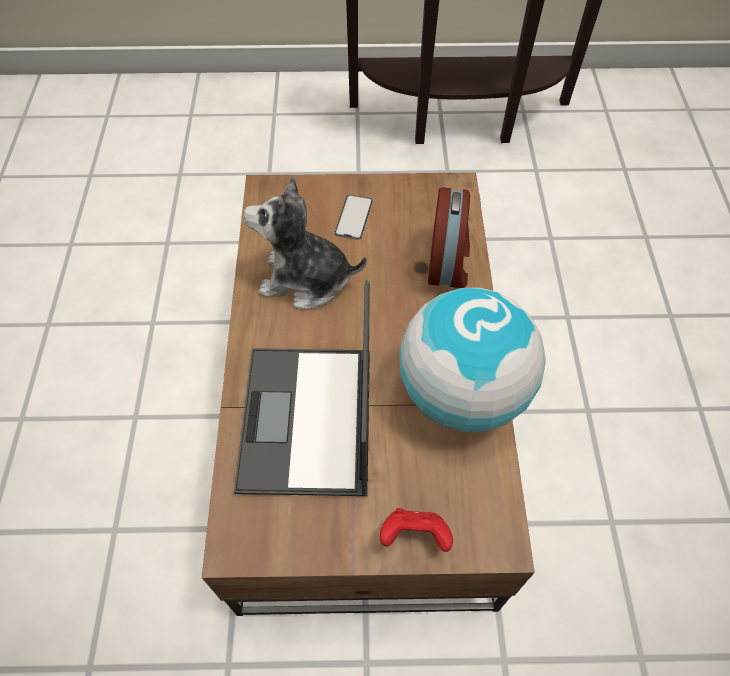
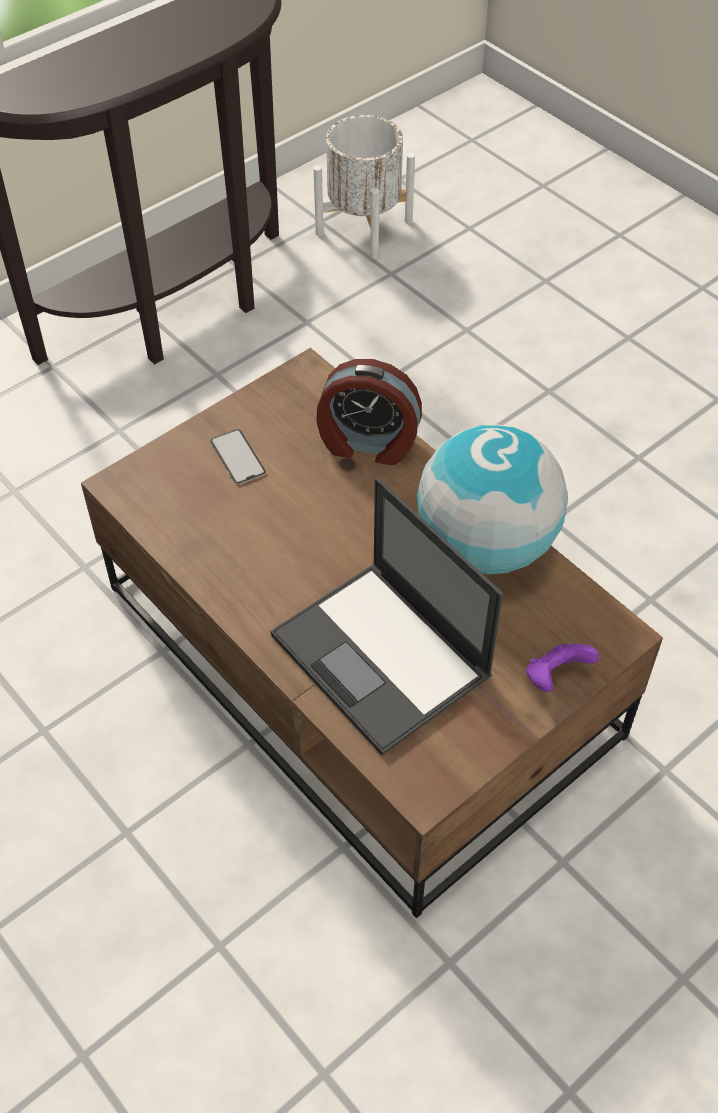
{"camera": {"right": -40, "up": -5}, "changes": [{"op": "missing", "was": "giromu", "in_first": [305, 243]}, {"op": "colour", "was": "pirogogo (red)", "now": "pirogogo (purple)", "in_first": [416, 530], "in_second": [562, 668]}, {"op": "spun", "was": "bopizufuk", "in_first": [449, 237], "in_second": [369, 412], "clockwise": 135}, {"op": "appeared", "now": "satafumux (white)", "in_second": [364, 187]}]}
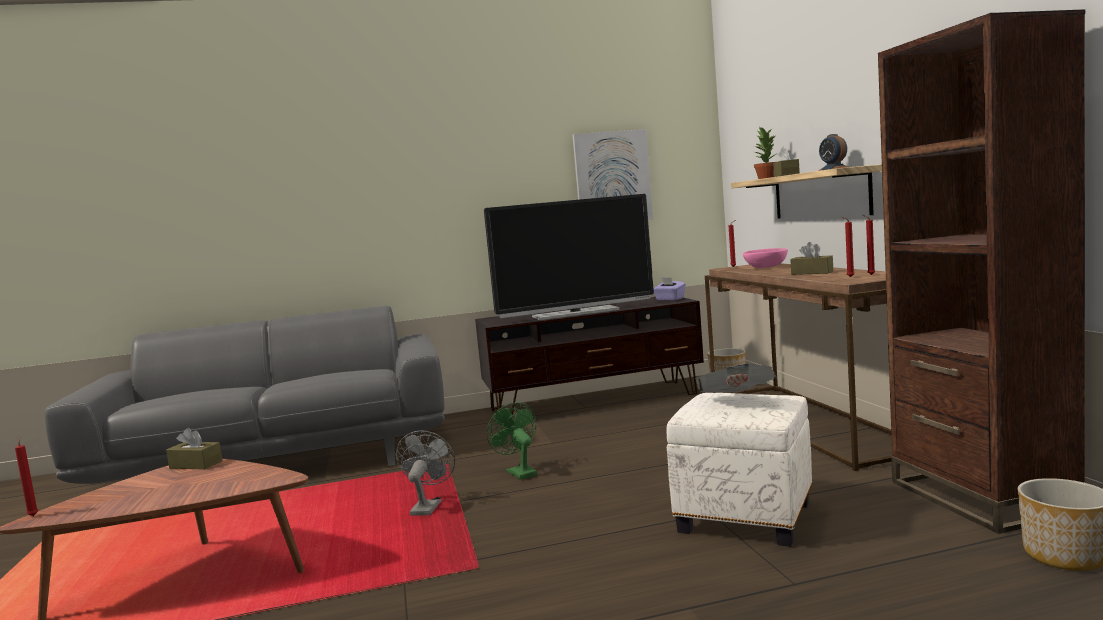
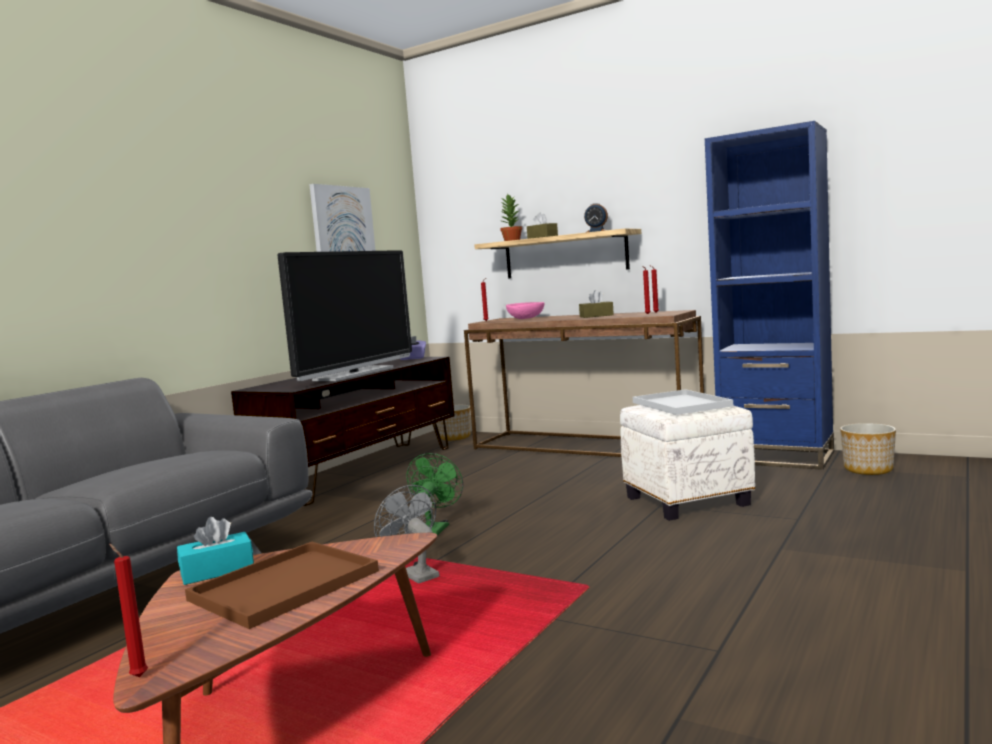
{"camera": {"right": -45, "up": 0}, "changes": [{"op": "colour", "was": "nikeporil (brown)", "now": "nikeporil (turquoise)", "in_first": [194, 448], "in_second": [215, 551]}, {"op": "spun", "was": "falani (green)", "in_first": [512, 441], "in_second": [434, 494], "clockwise": 90}, {"op": "exchanged", "was": "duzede", "now": "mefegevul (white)", "in_first": [735, 378], "in_second": [683, 402]}, {"op": "colour", "was": "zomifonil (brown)", "now": "zomifonil (blue)", "in_first": [981, 271], "in_second": [769, 295]}, {"op": "appeared", "now": "mefegevul (brown)", "in_second": [282, 585]}]}
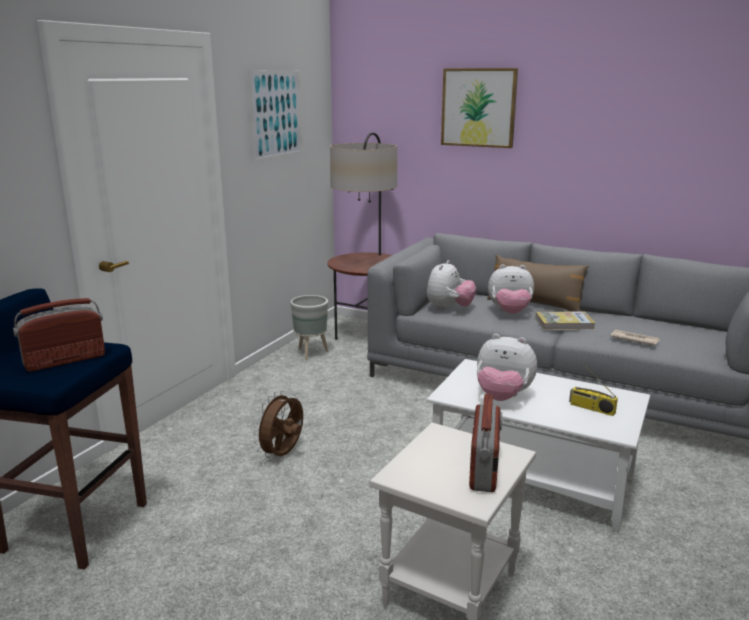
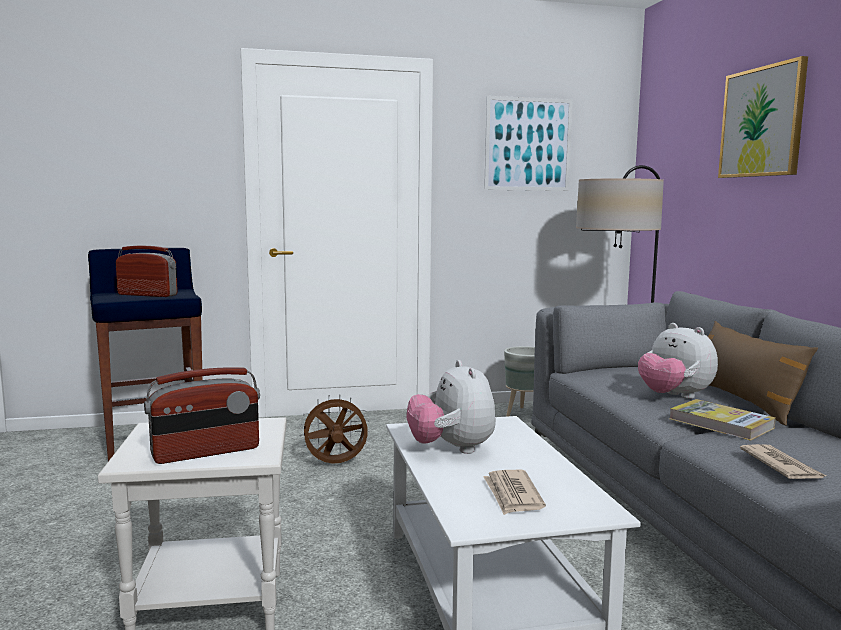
{"camera": {"right": 50, "up": -10}, "changes": [{"op": "missing", "was": "giromu", "in_first": [451, 285]}, {"op": "exchanged", "was": "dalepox", "now": "duzede", "in_first": [593, 390], "in_second": [514, 492]}]}
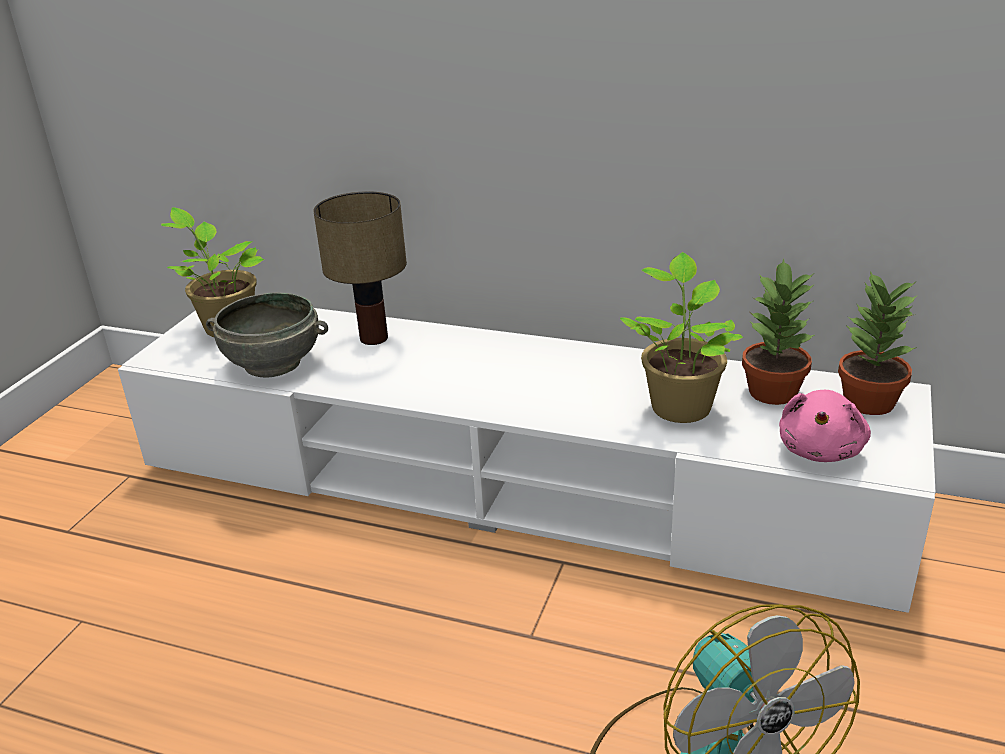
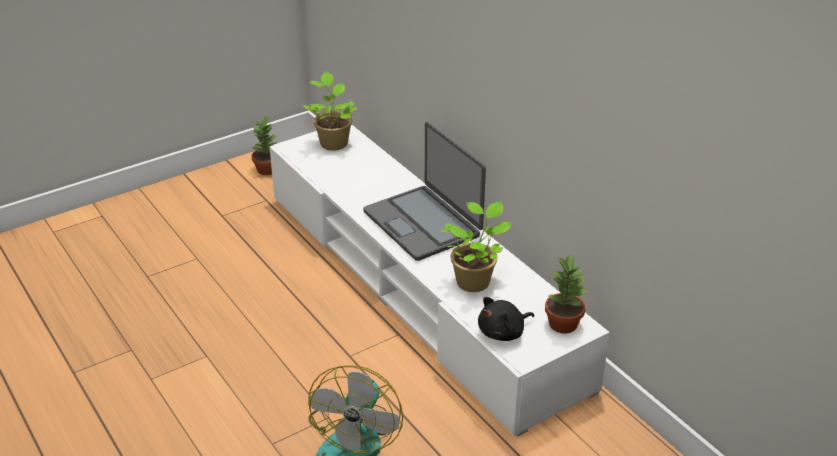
{"camera": {"right": 35, "up": 5}, "changes": [{"op": "missing", "was": "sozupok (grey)", "in_first": [267, 335]}, {"op": "missing", "was": "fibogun", "in_first": [360, 268]}, {"op": "relocated", "was": "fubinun", "in_first": [778, 331], "in_second": [264, 144]}, {"op": "colour", "was": "giromu (pink)", "now": "giromu (black)", "in_first": [825, 426], "in_second": [506, 319]}, {"op": "appeared", "now": "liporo", "in_second": [424, 191]}]}
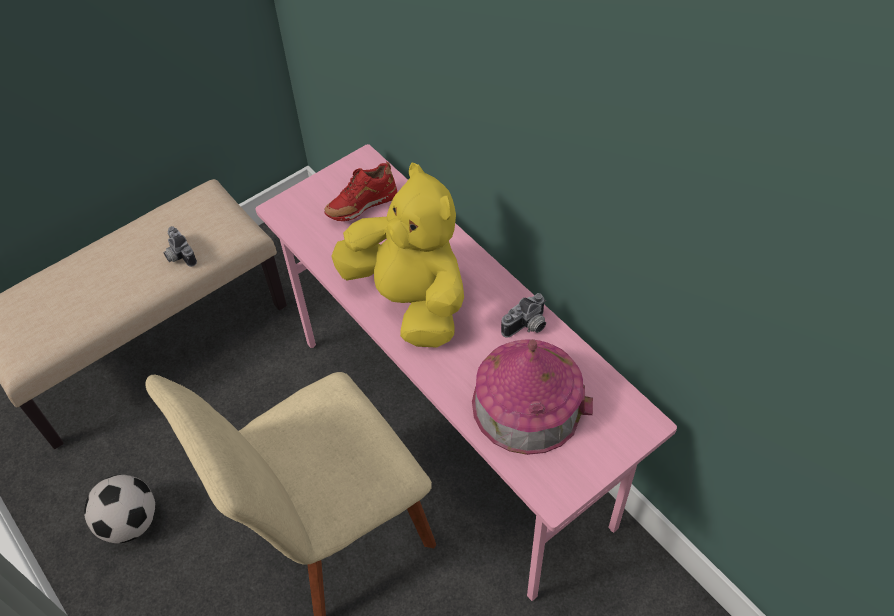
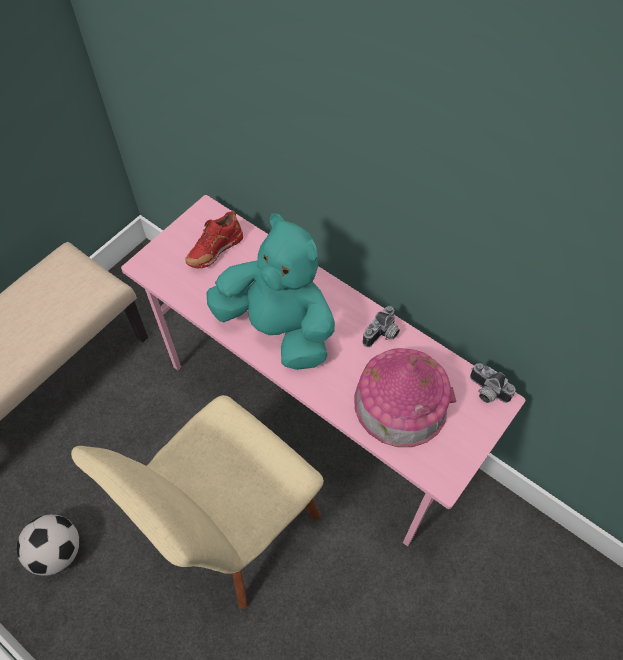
{"camera": {"right": -15, "up": 5}, "changes": [{"op": "relocated", "was": "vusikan", "in_first": [180, 246], "in_second": [493, 383]}, {"op": "colour", "was": "giromu (yellow)", "now": "giromu (turquoise)", "in_first": [397, 255], "in_second": [270, 291]}]}
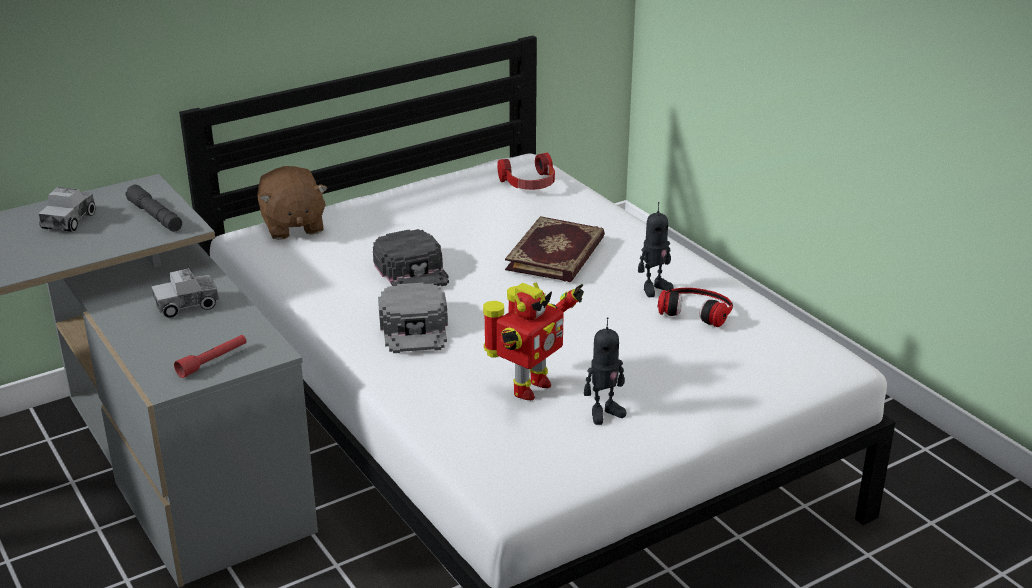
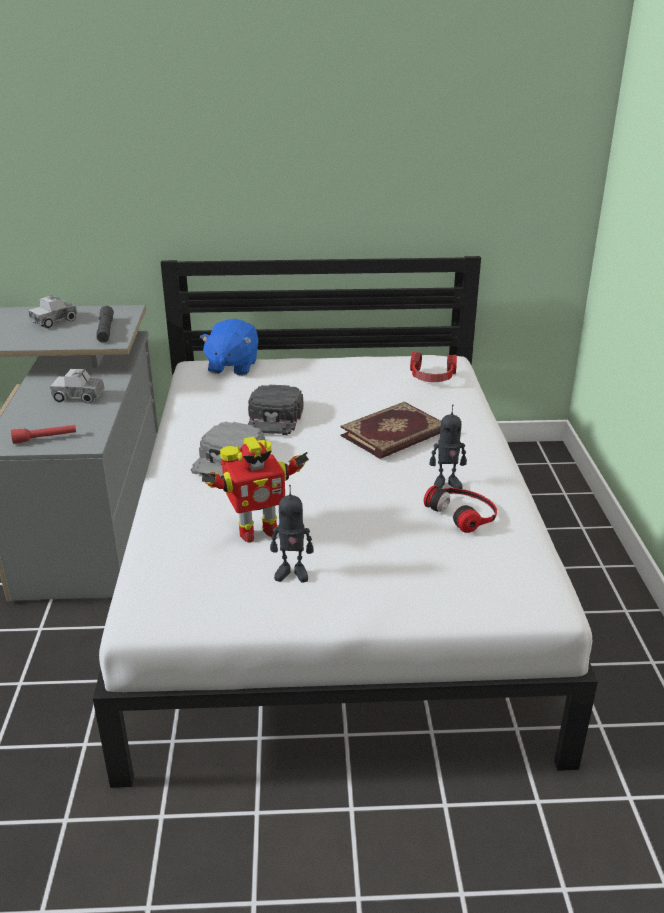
{"camera": {"right": 30, "up": 0}, "changes": [{"op": "colour", "was": "giromu (brown)", "now": "giromu (blue)", "in_first": [292, 203], "in_second": [229, 347]}]}
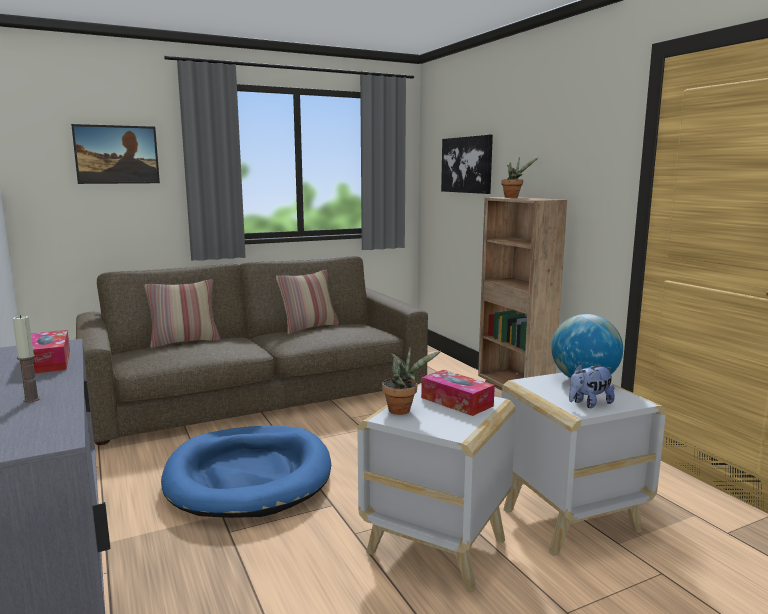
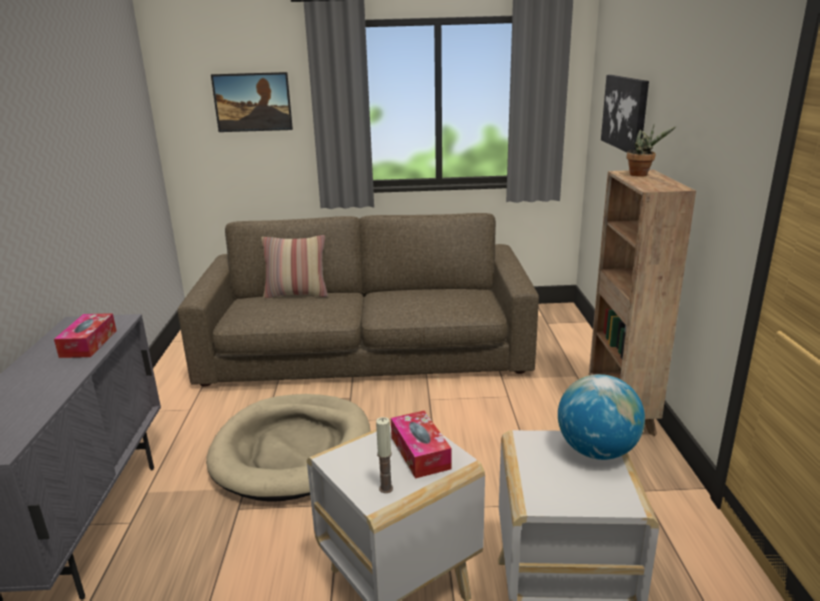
{"camera": {"right": 25, "up": 10}, "changes": [{"op": "relocated", "was": "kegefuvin", "in_first": [26, 359], "in_second": [384, 455]}, {"op": "colour", "was": "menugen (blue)", "now": "menugen (beige)", "in_first": [246, 472], "in_second": [288, 448]}, {"op": "missing", "was": "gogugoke", "in_first": [307, 302]}, {"op": "missing", "was": "fubinun", "in_first": [411, 381]}, {"op": "missing", "was": "giromu", "in_first": [592, 386]}]}
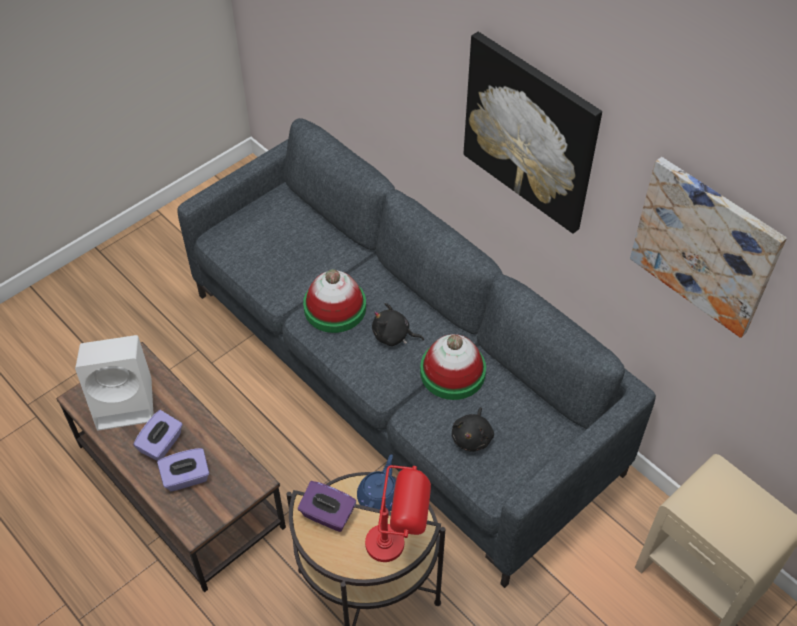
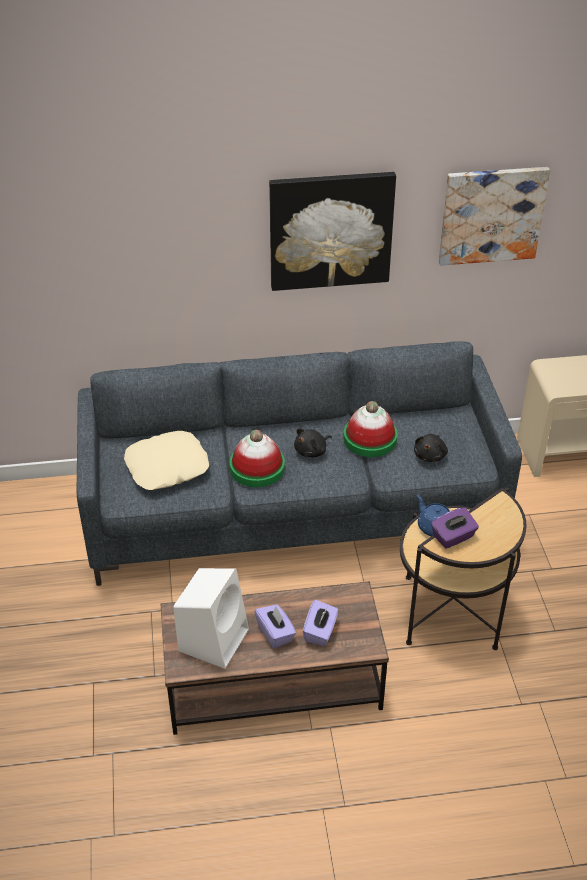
{"camera": {"right": -55, "up": -10}, "changes": [{"op": "missing", "was": "fibogun (red)", "in_first": [398, 513]}, {"op": "spun", "was": "giromu (black)", "in_first": [473, 429], "in_second": [431, 448], "clockwise": 60}, {"op": "appeared", "now": "gogugoke (beige)", "in_second": [166, 460]}]}
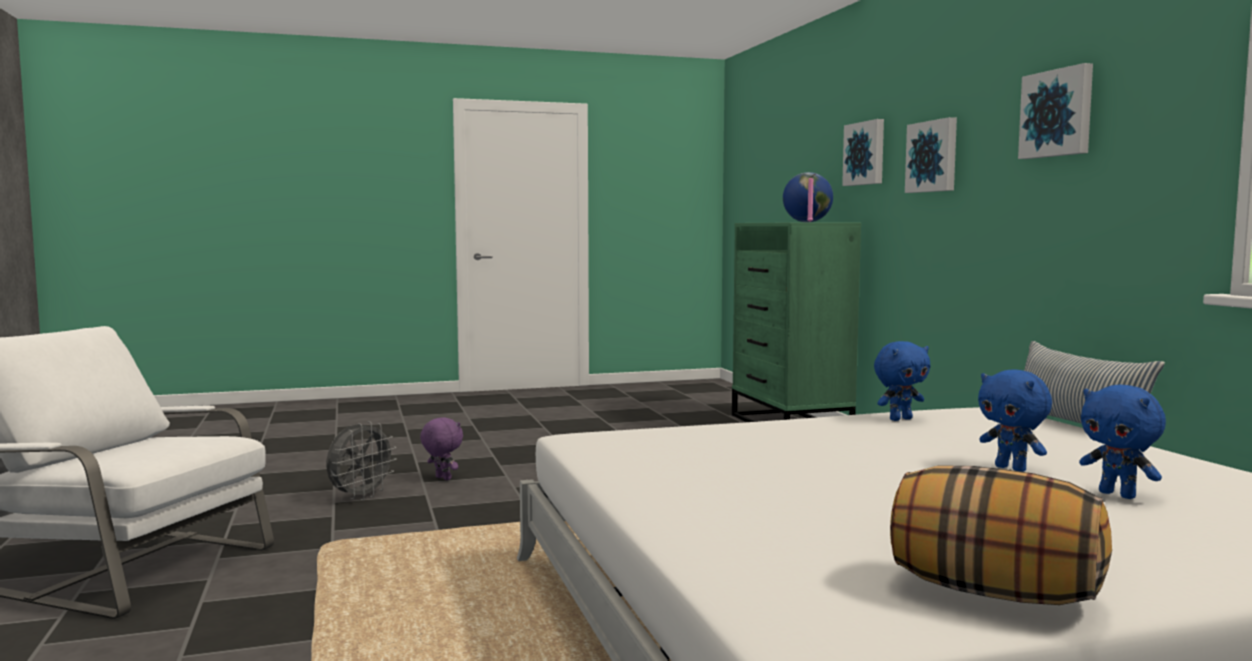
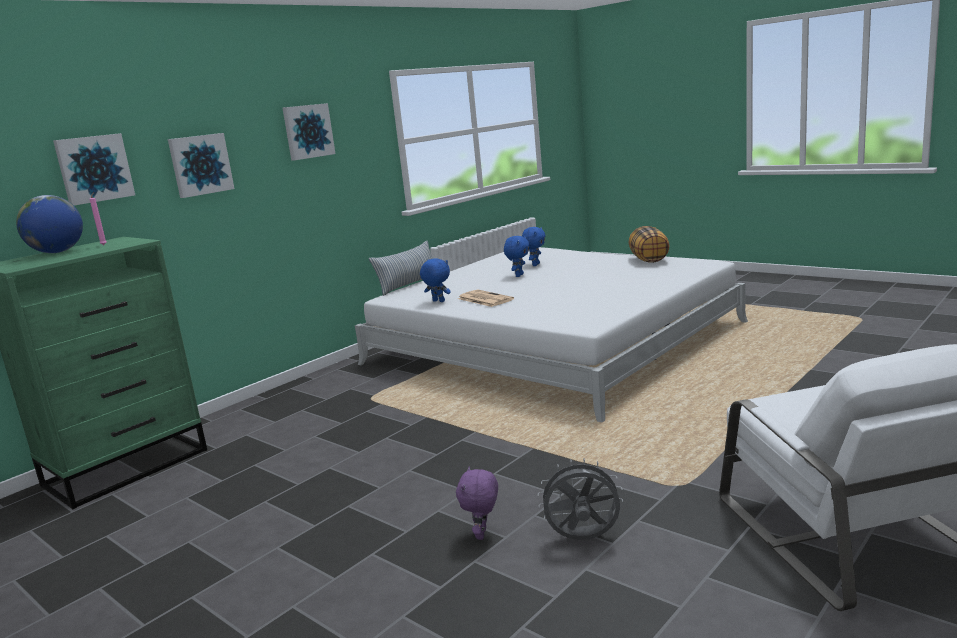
{"camera": {"right": -120, "up": 10}, "changes": [{"op": "appeared", "now": "duzede", "in_second": [486, 298]}]}
